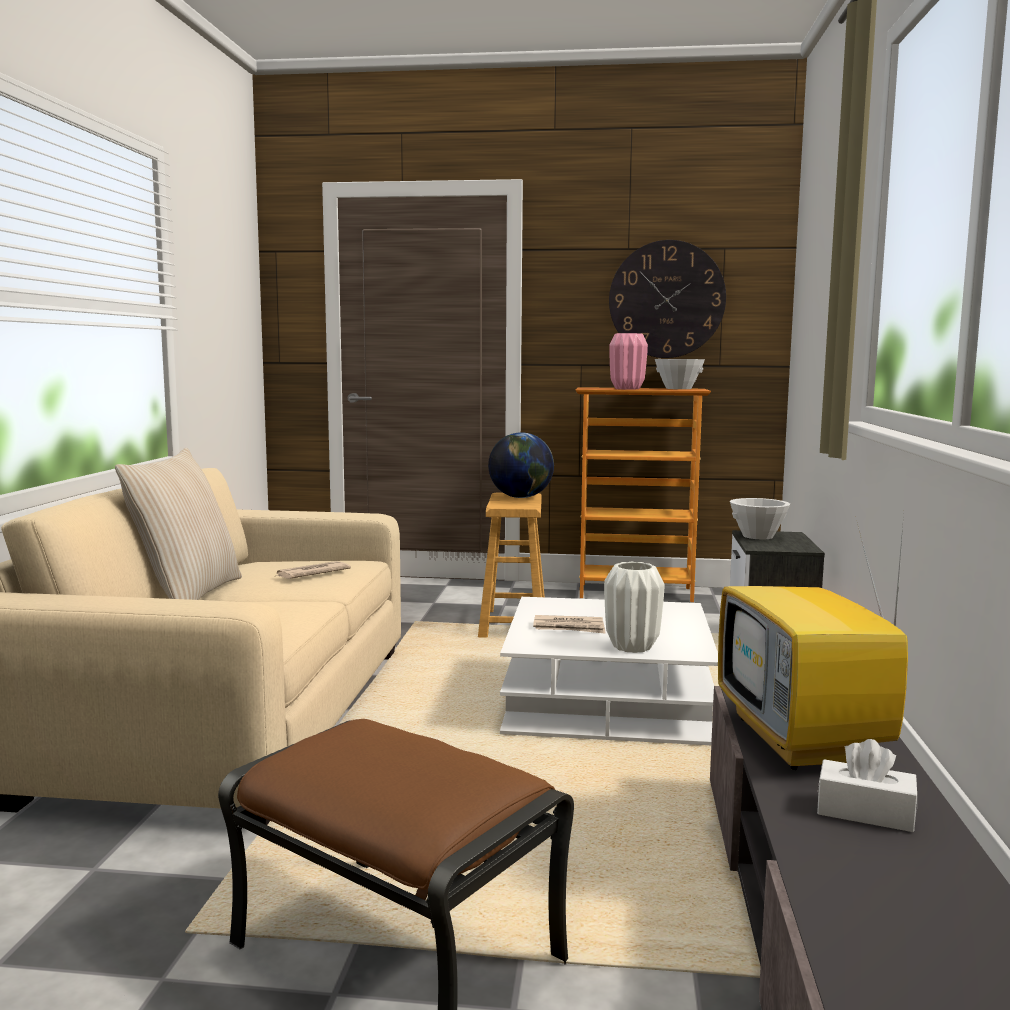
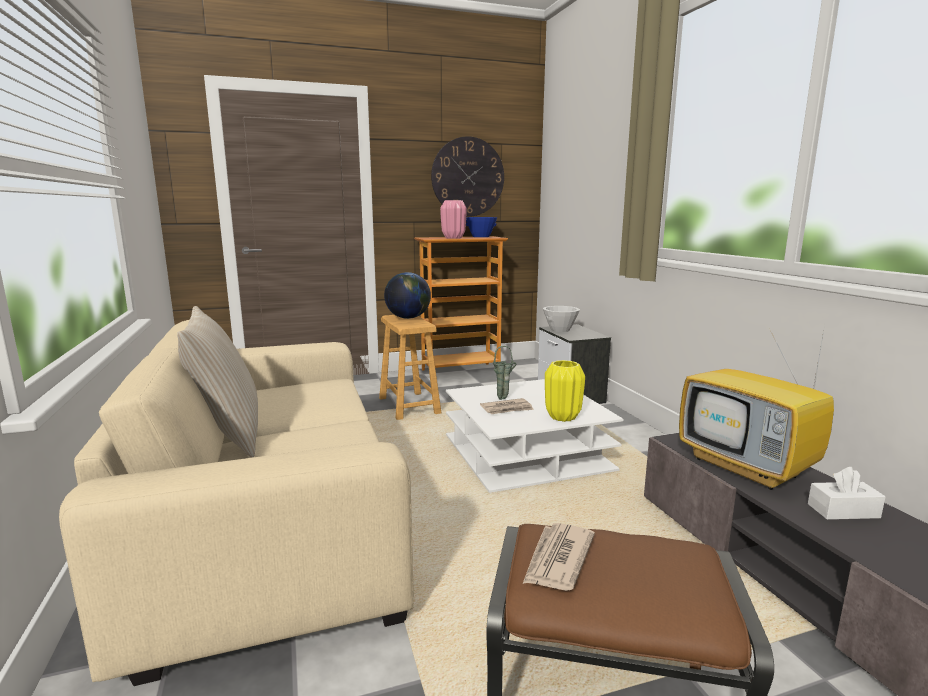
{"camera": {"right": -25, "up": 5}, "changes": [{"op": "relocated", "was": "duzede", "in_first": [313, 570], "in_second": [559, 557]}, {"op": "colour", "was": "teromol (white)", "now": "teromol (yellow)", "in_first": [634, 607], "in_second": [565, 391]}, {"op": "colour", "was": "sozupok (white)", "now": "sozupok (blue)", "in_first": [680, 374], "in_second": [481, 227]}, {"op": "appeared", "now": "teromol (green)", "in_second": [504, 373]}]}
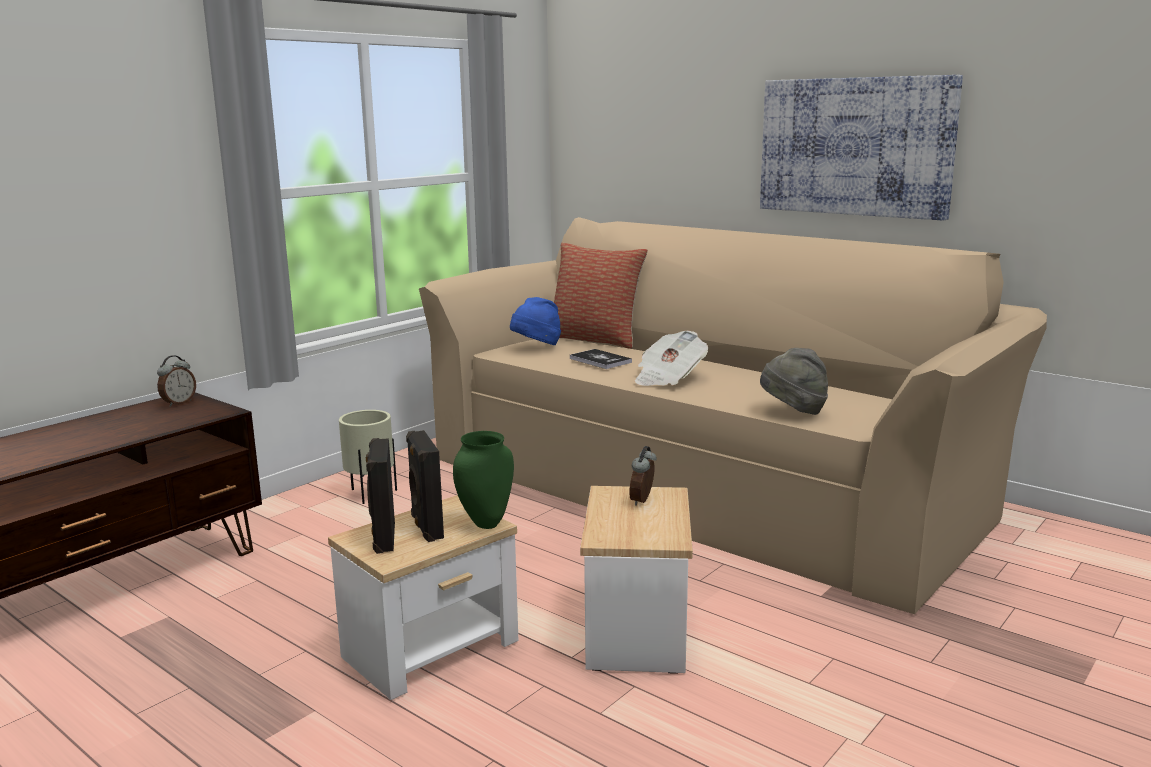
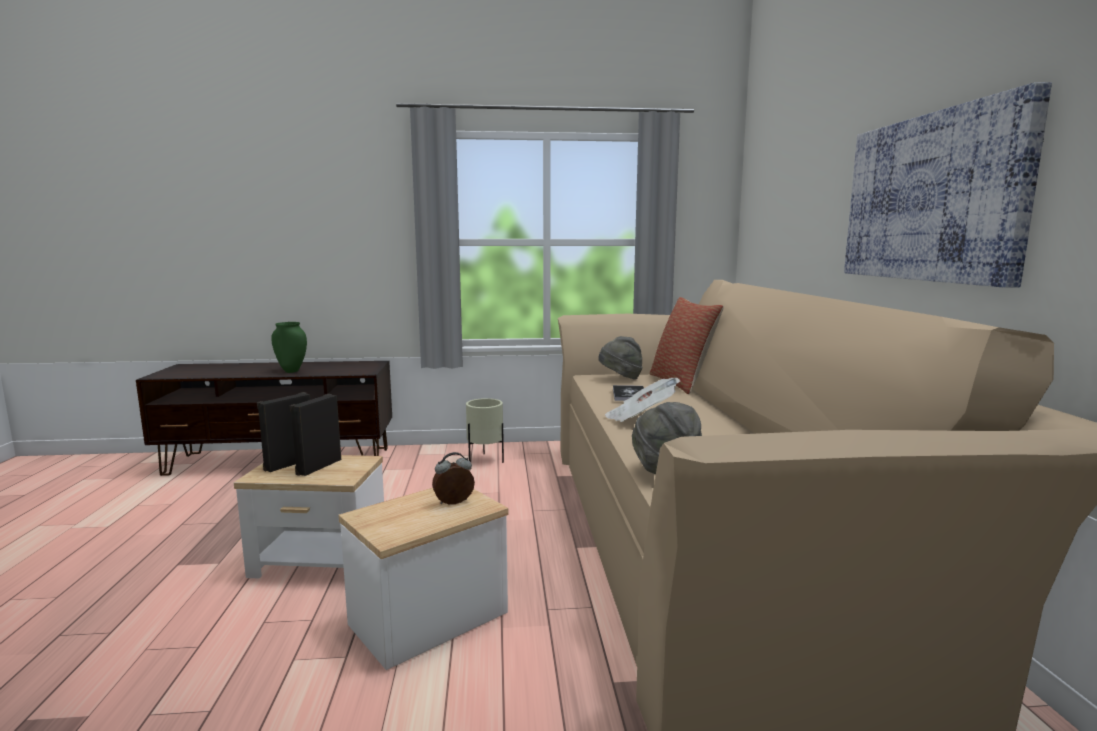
{"camera": {"right": 45, "up": -5}, "changes": [{"op": "missing", "was": "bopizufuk", "in_first": [176, 381]}, {"op": "relocated", "was": "teromol (green)", "in_first": [483, 480], "in_second": [289, 347]}, {"op": "colour", "was": "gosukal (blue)", "now": "gosukal (grey)", "in_first": [535, 321], "in_second": [620, 358]}]}
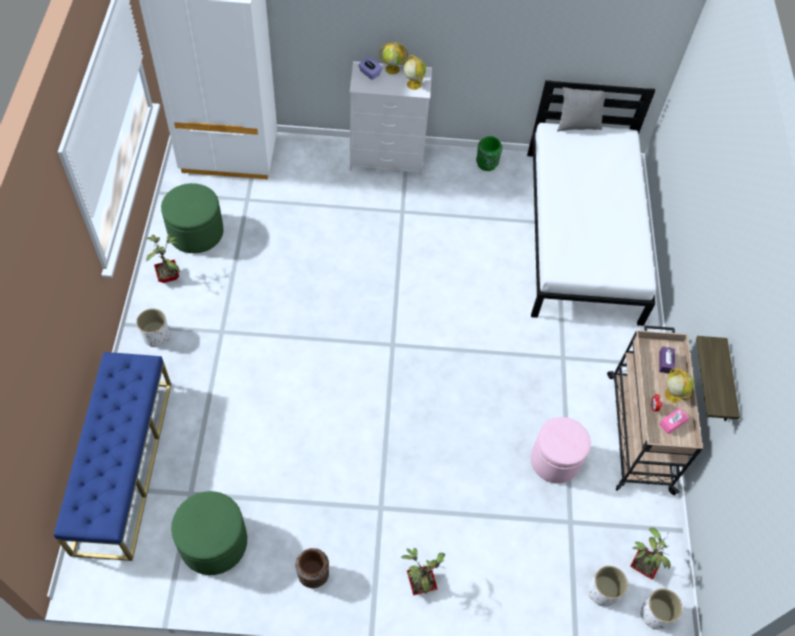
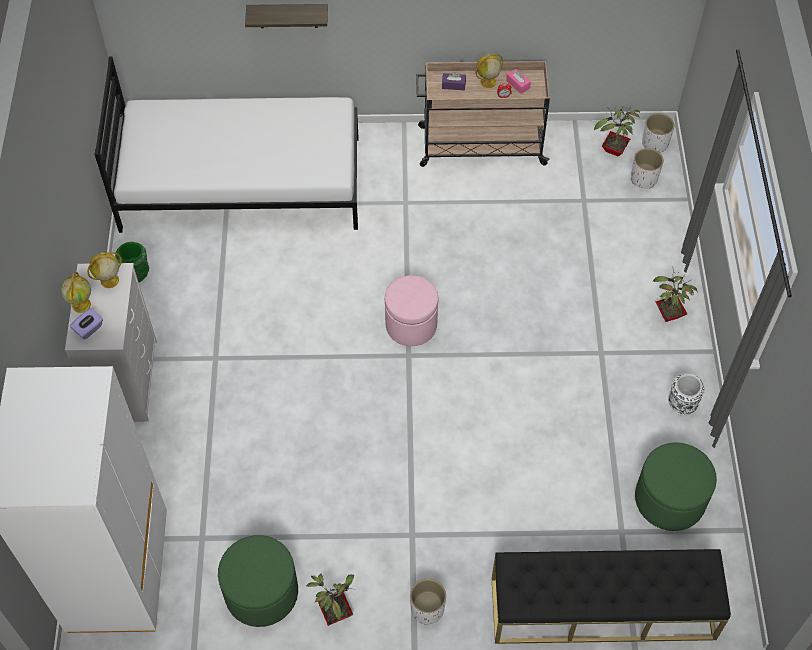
{"camera": {"right": -90, "up": 0}, "changes": [{"op": "colour", "was": "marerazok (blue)", "now": "marerazok (black)", "in_first": [112, 456], "in_second": [611, 596]}, {"op": "colour", "was": "teromol (brown)", "now": "teromol (white)", "in_first": [312, 568], "in_second": [686, 394]}, {"op": "relocated", "was": "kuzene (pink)", "in_first": [561, 450], "in_second": [411, 310]}, {"op": "missing", "was": "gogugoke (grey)", "in_first": [582, 109]}, {"op": "relocated", "was": "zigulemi", "in_first": [718, 378], "in_second": [286, 16]}]}
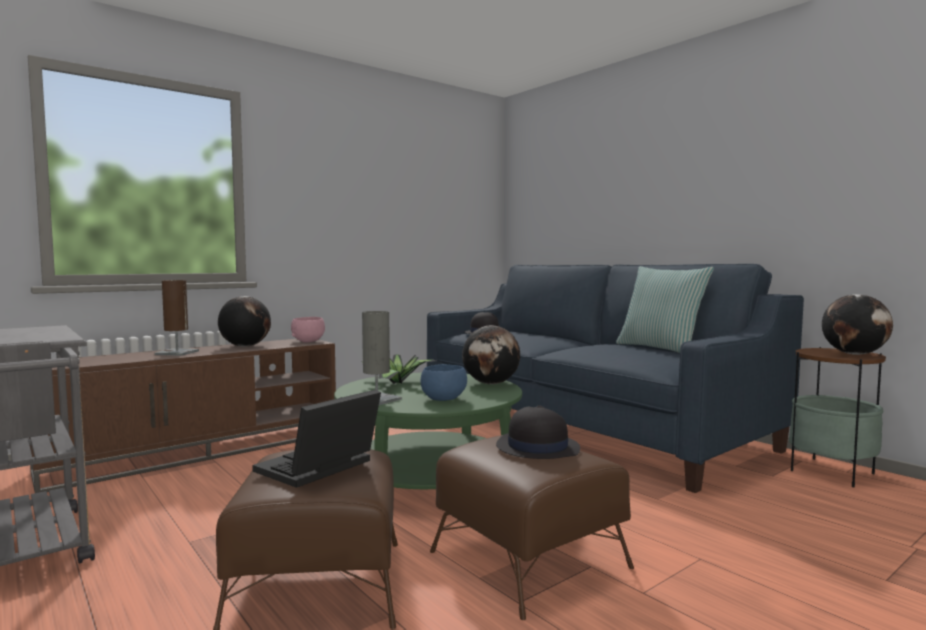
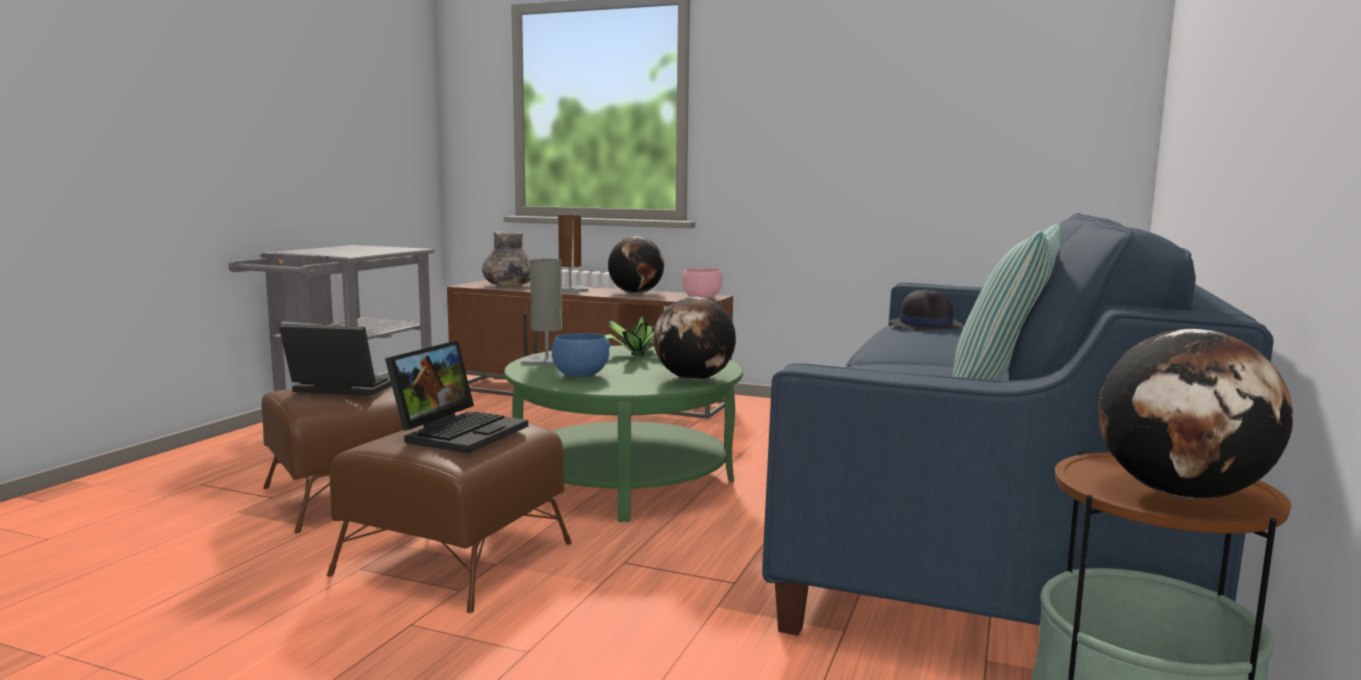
{"camera": {"right": 60, "up": 5}, "changes": [{"op": "exchanged", "was": "gosukal (black)", "now": "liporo", "in_first": [538, 432], "in_second": [456, 396]}, {"op": "appeared", "now": "teromol (grey)", "in_second": [506, 259]}]}
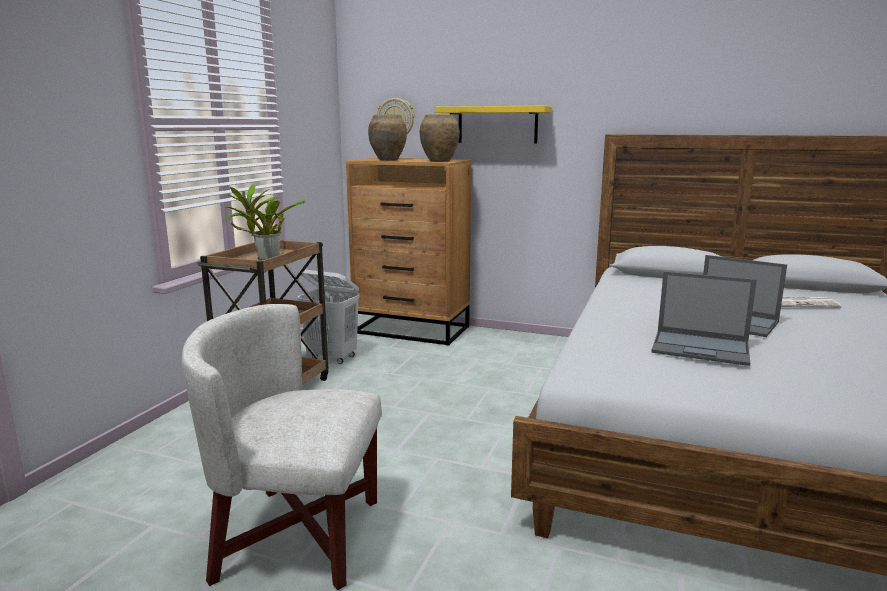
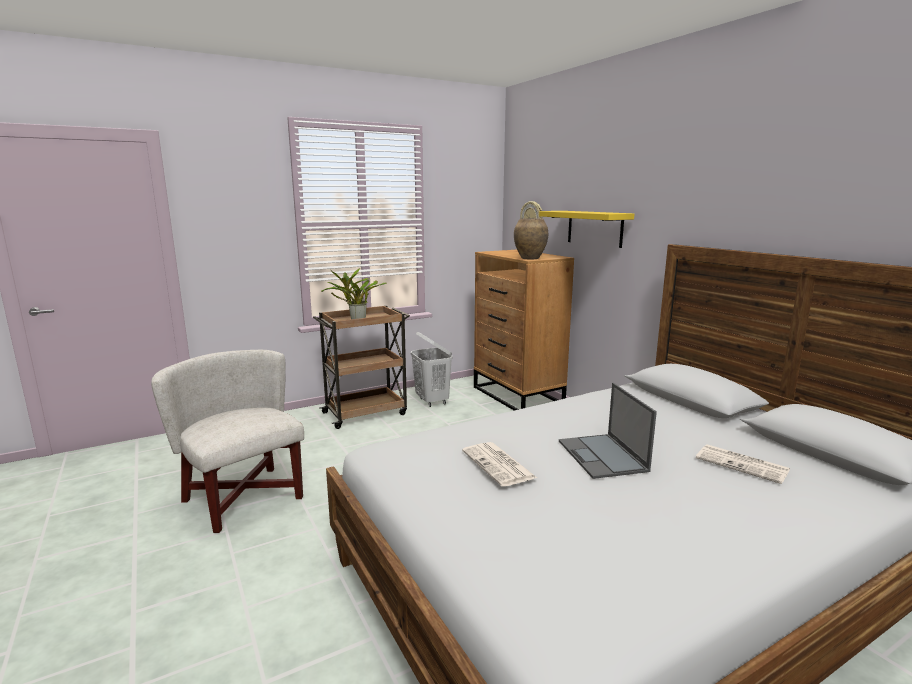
{"camera": {"right": 40, "up": 0}, "changes": [{"op": "missing", "was": "teromol (brown)", "in_first": [387, 138]}, {"op": "exchanged", "was": "liporo", "now": "duzede", "in_first": [704, 318], "in_second": [499, 464]}]}
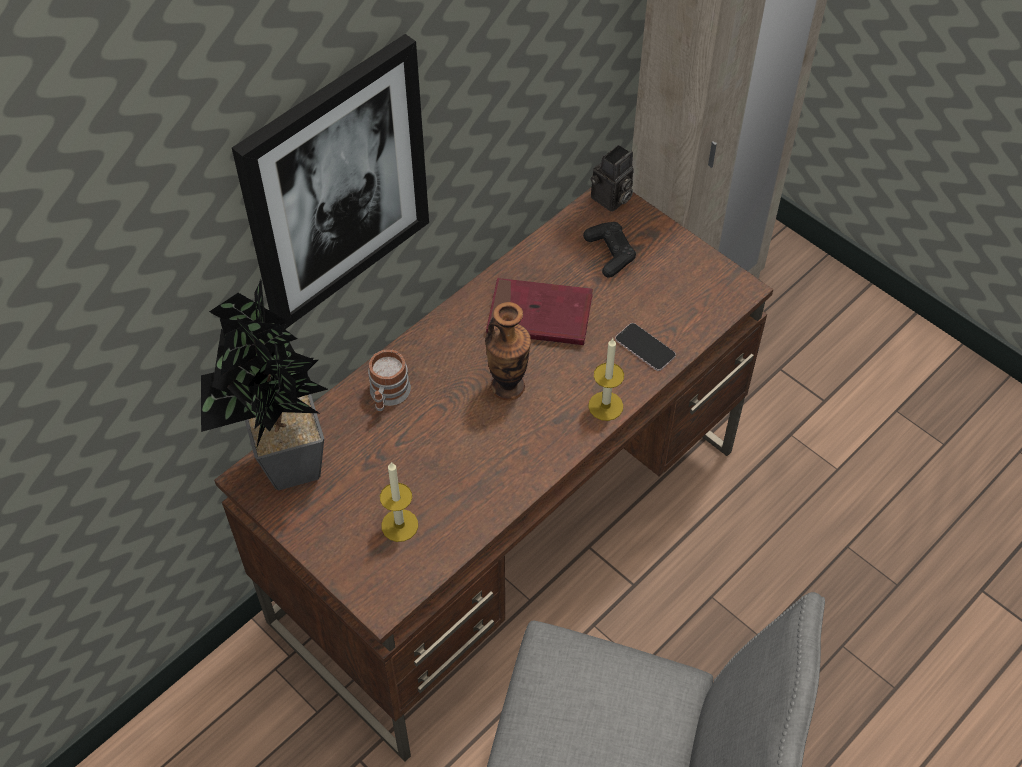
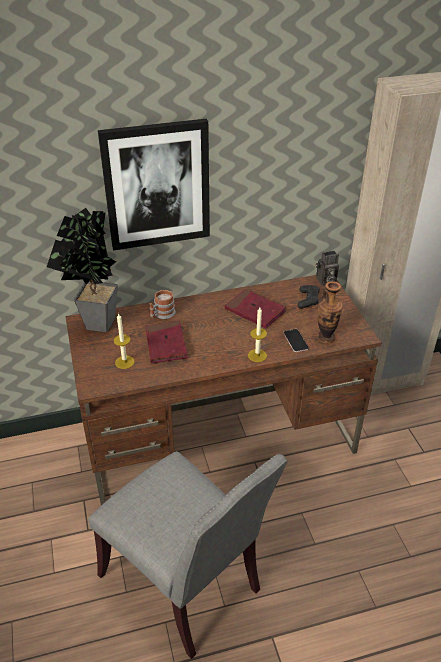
{"camera": {"right": 30, "up": -15}, "changes": [{"op": "relocated", "was": "teromol", "in_first": [508, 351], "in_second": [330, 312]}, {"op": "appeared", "now": "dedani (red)", "in_second": [166, 341]}]}
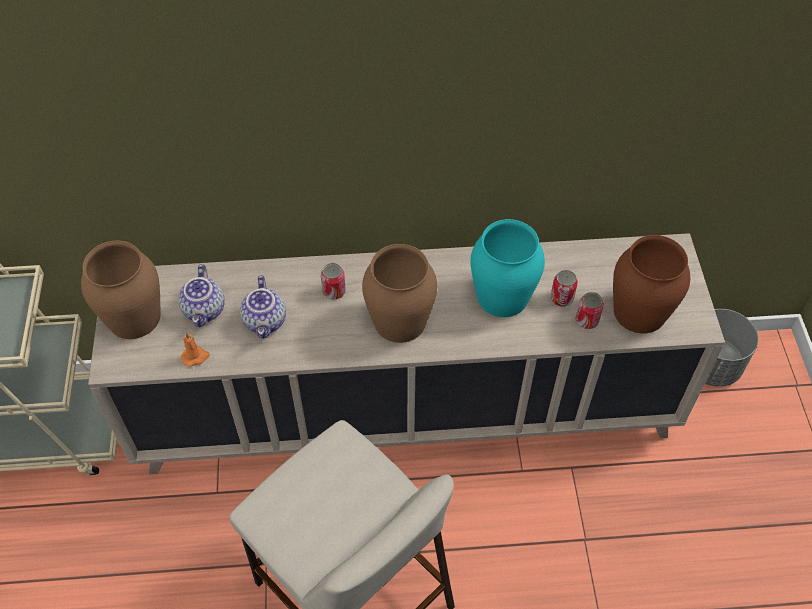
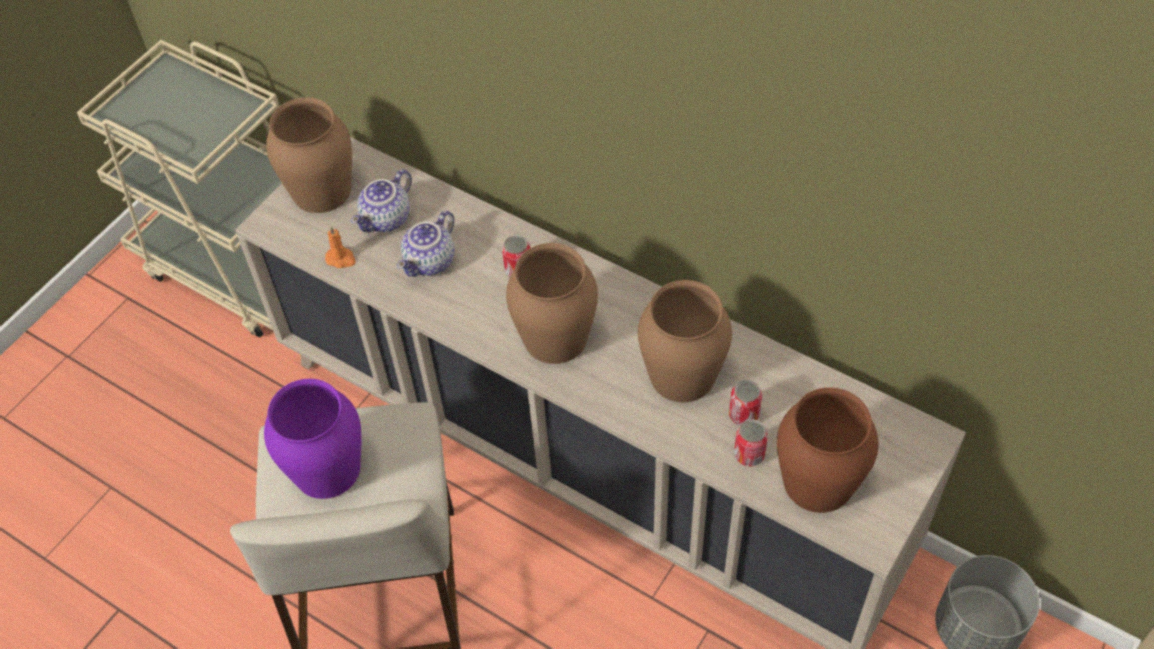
{"camera": {"right": 40, "up": 0}, "changes": [{"op": "colour", "was": "teromol (turquoise)", "now": "teromol (brown)", "in_first": [507, 268], "in_second": [685, 341]}, {"op": "appeared", "now": "teromol (purple)", "in_second": [312, 439]}]}
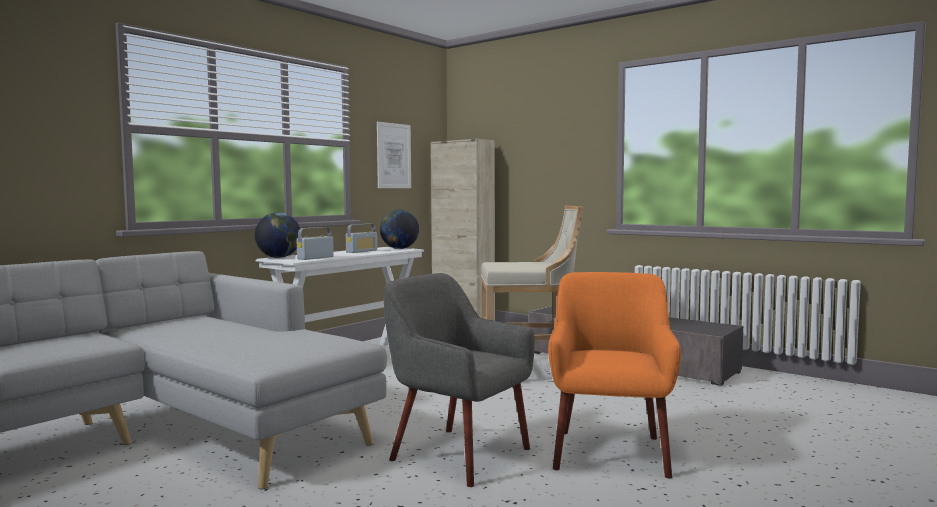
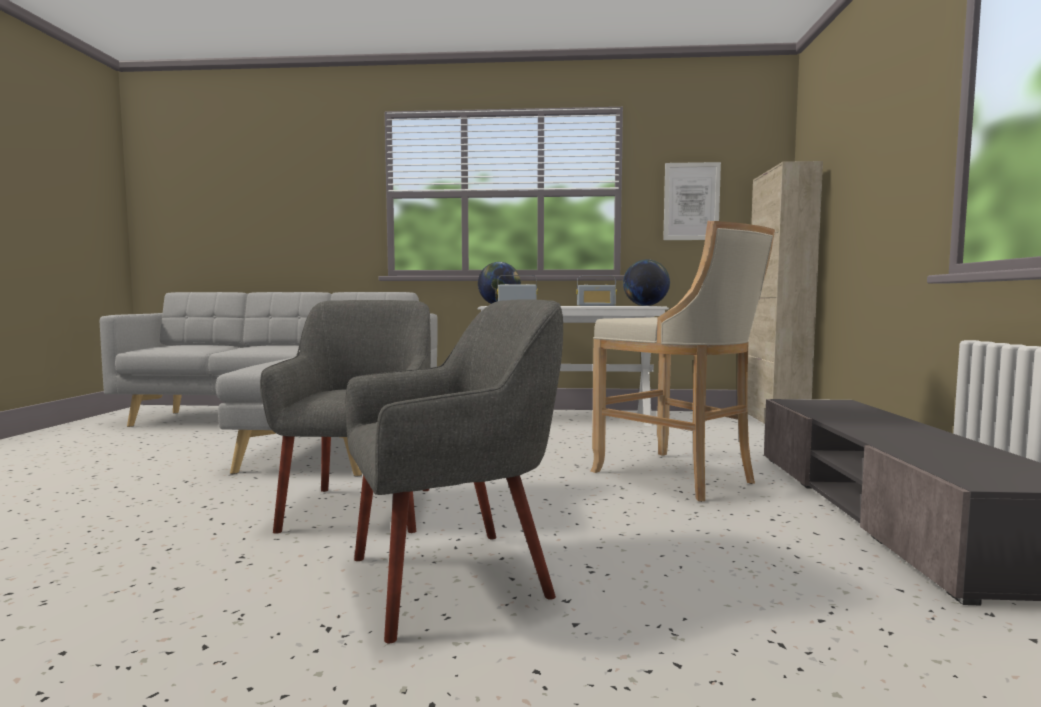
{"camera": {"right": 55, "up": 0}, "changes": [{"op": "colour", "was": "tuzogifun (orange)", "now": "tuzogifun (grey)", "in_first": [614, 375], "in_second": [454, 472]}]}
